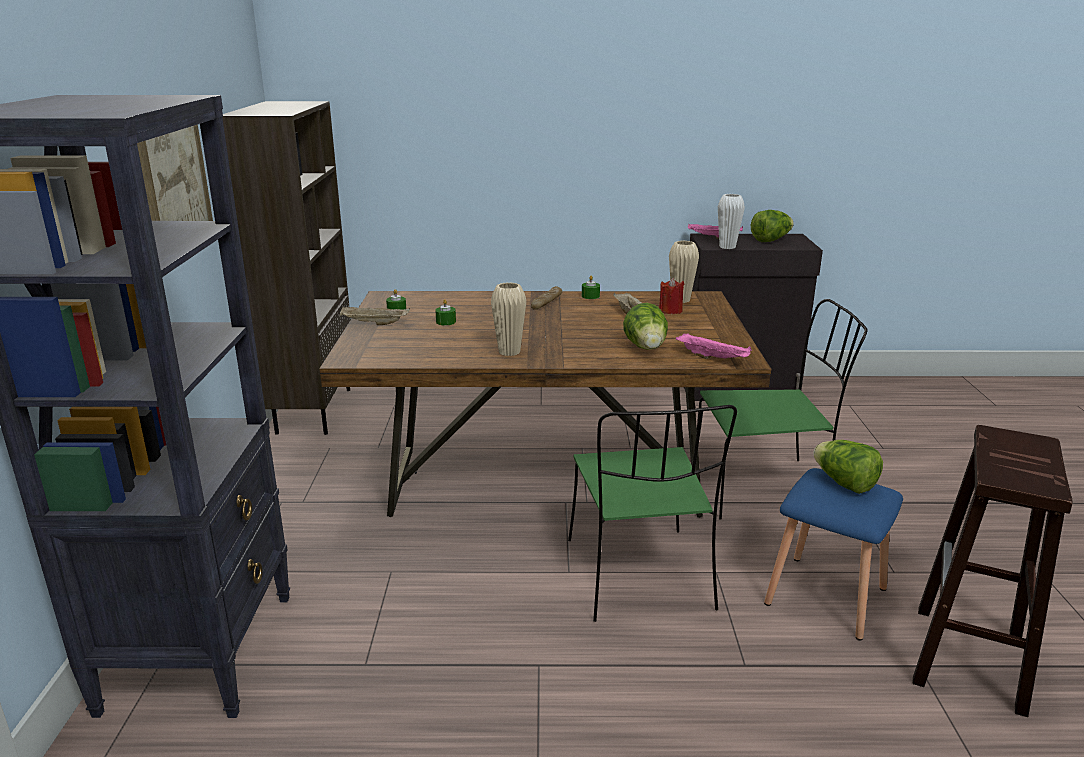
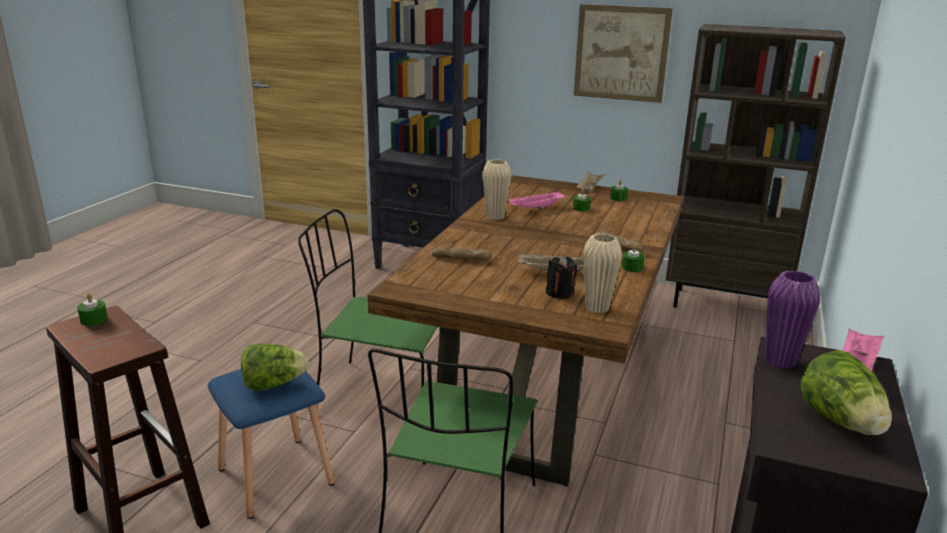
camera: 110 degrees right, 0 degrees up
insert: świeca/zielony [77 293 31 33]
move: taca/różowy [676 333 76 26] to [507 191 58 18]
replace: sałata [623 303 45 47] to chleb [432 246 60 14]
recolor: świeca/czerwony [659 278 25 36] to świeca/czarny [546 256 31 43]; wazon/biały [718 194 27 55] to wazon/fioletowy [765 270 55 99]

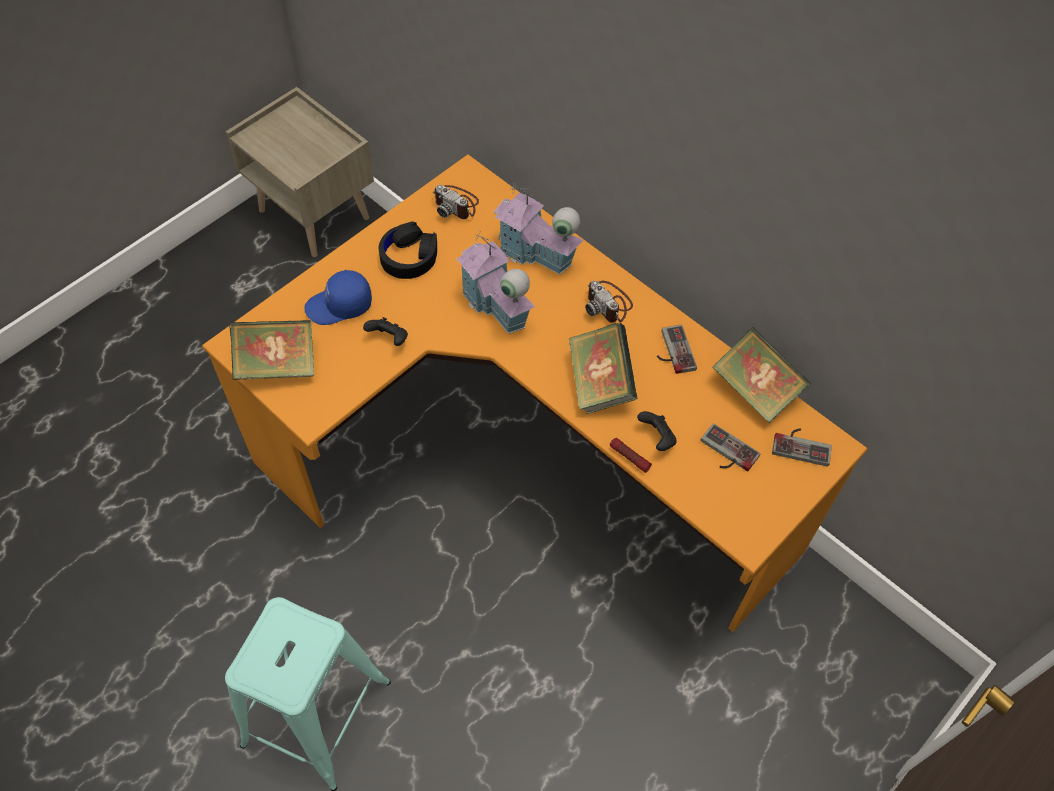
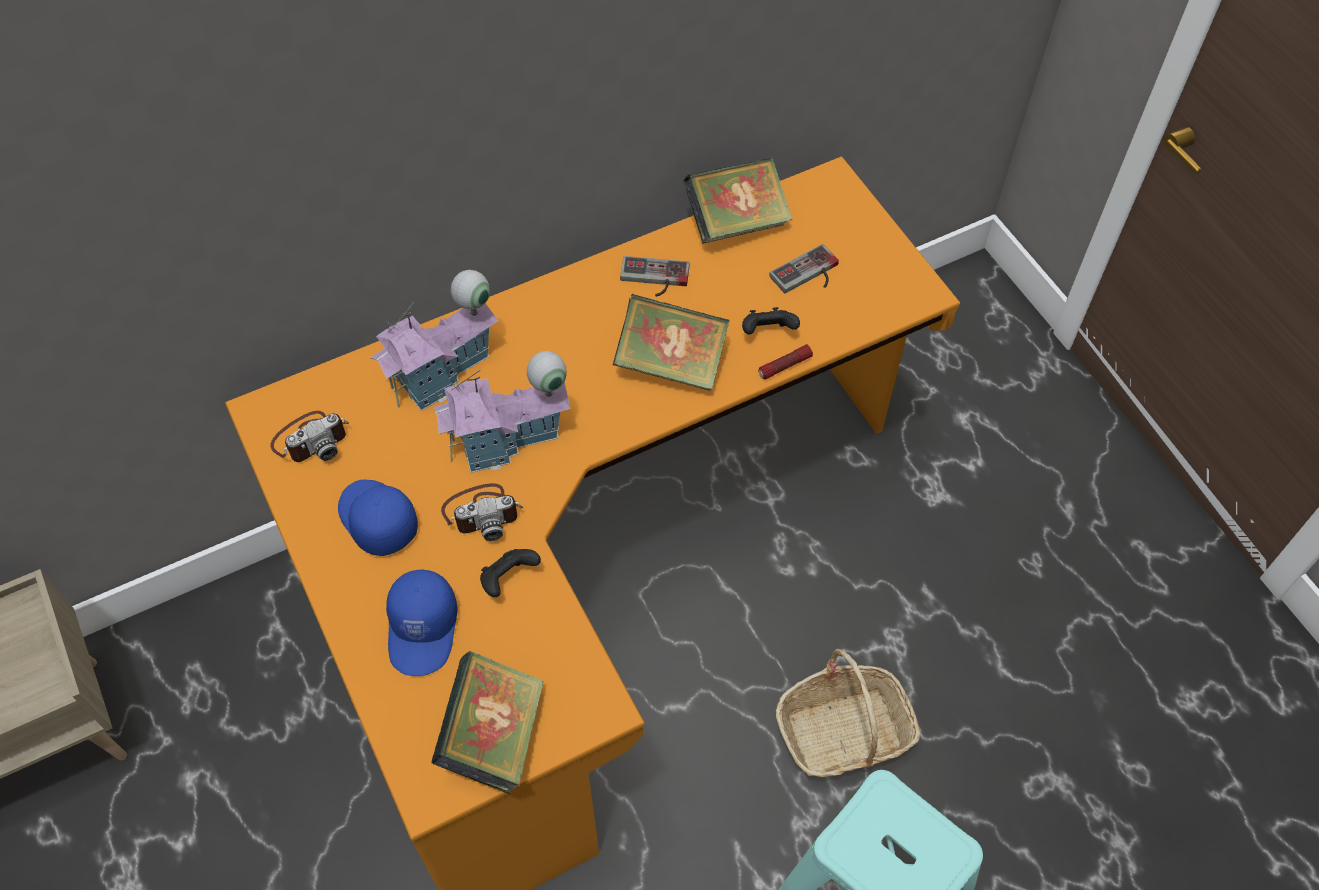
camera: 70 degrees left, 0 degrees up
delete: pad do gier [772 428 60 39]
insert: koszyk [776 649 145 128]
move: aparat fotograficzny [585 281 48 42] to [441 483 82 58]
replace: słuchawki/czarny [378 221 59 58] to czapka z daszkiem/niebieski [338 480 80 76]

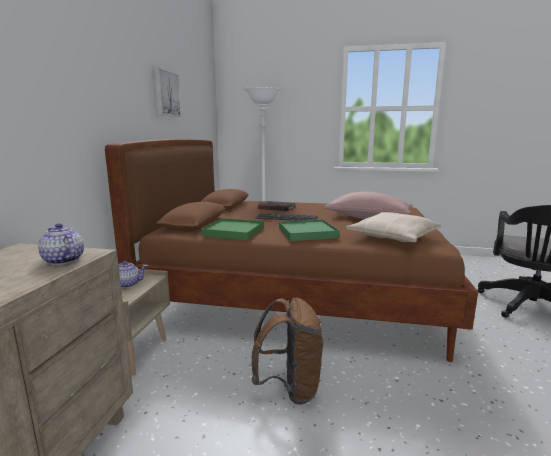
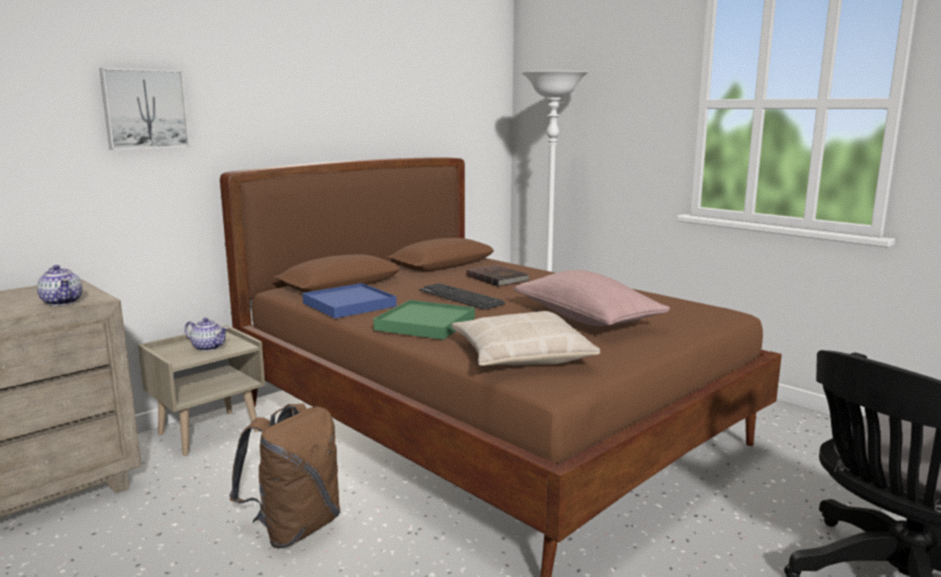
camera: 35 degrees right, 0 degrees up
move: obraz [154 68 28 49] to [99 68 91 82]
recolor: taca/zielony [201 218 63 22] to taca/niebieski [302 283 95 36]
rotate: imbryk [38 223 46 42] = [37 265 45 41] 150 degrees clockwise

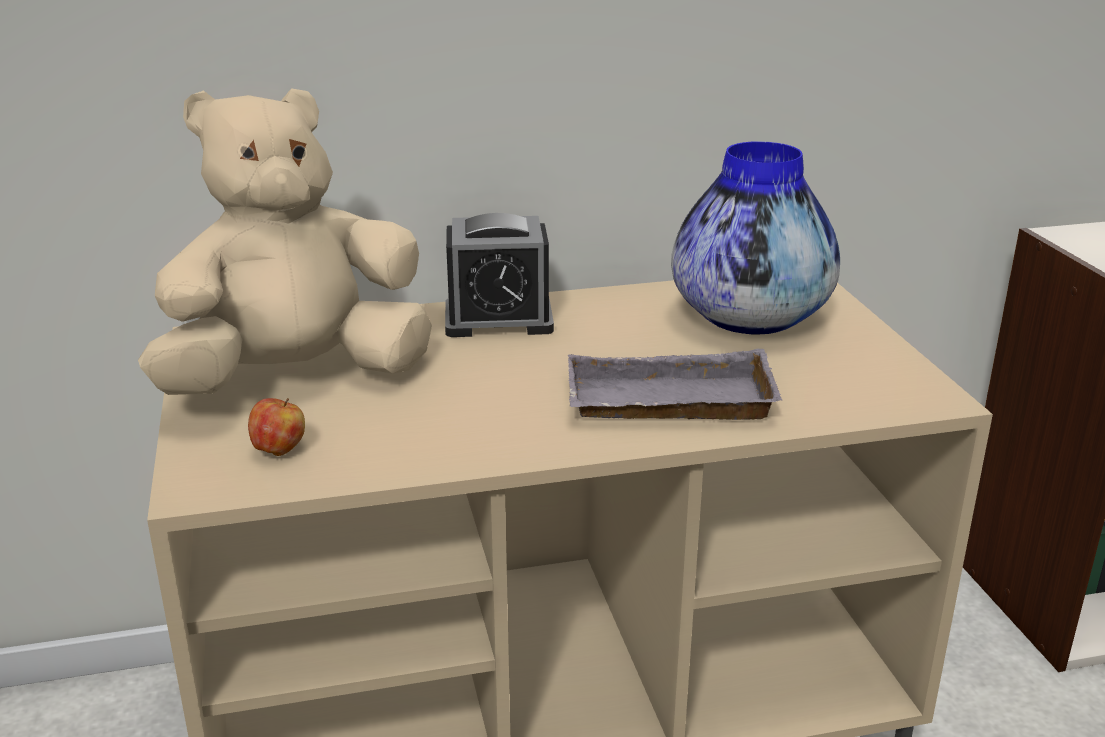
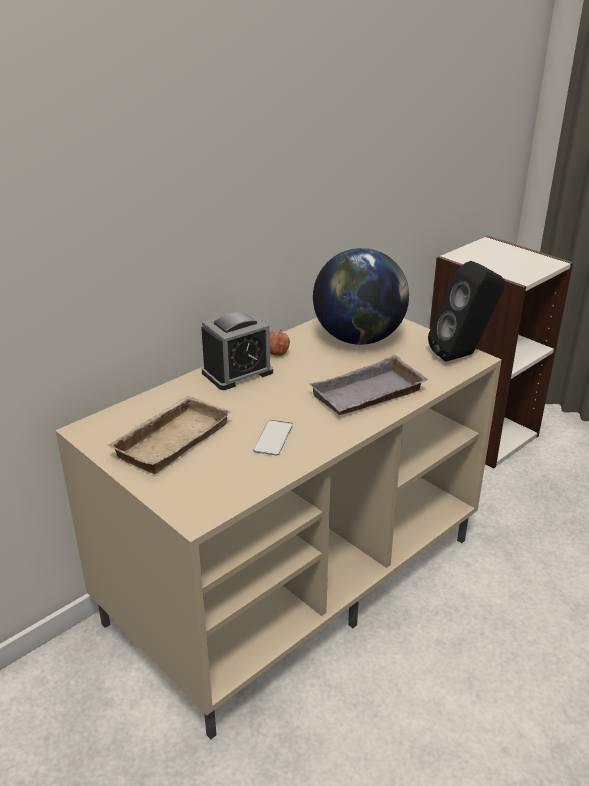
camera: 30 degrees left, 5 degrees up
insert: telefon [253 420 40 35]; głośnik/czarny [428 261 77 101]
move: jabłko [248 398 57 58] to [270 329 20 27]
replace: pluszak/beżowy [138 88 294 307] to taca/beżowy [107 395 124 79]; wazon [671 141 169 193] to globus [313 248 96 97]

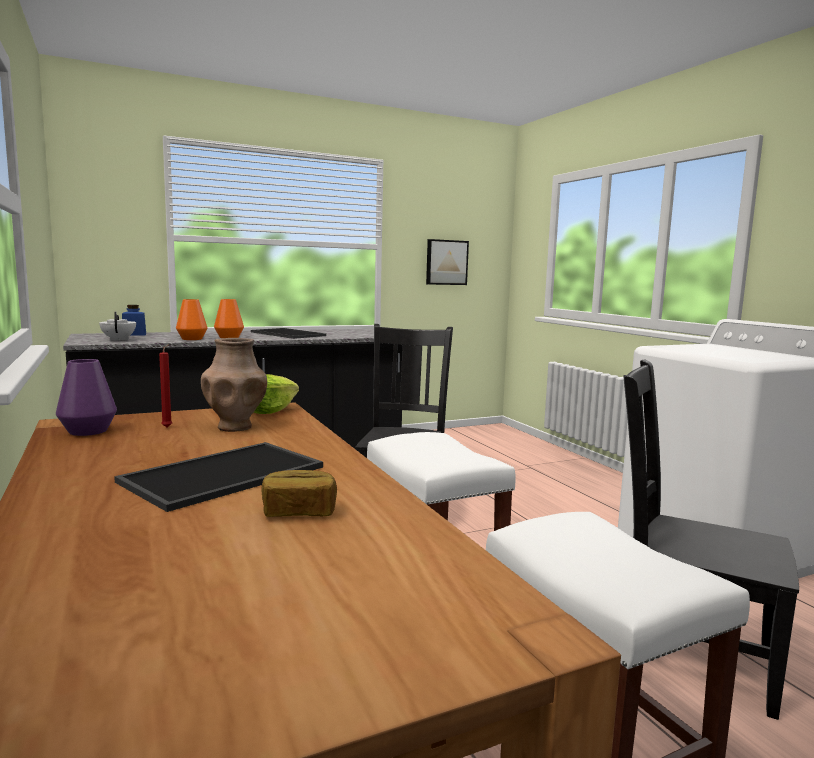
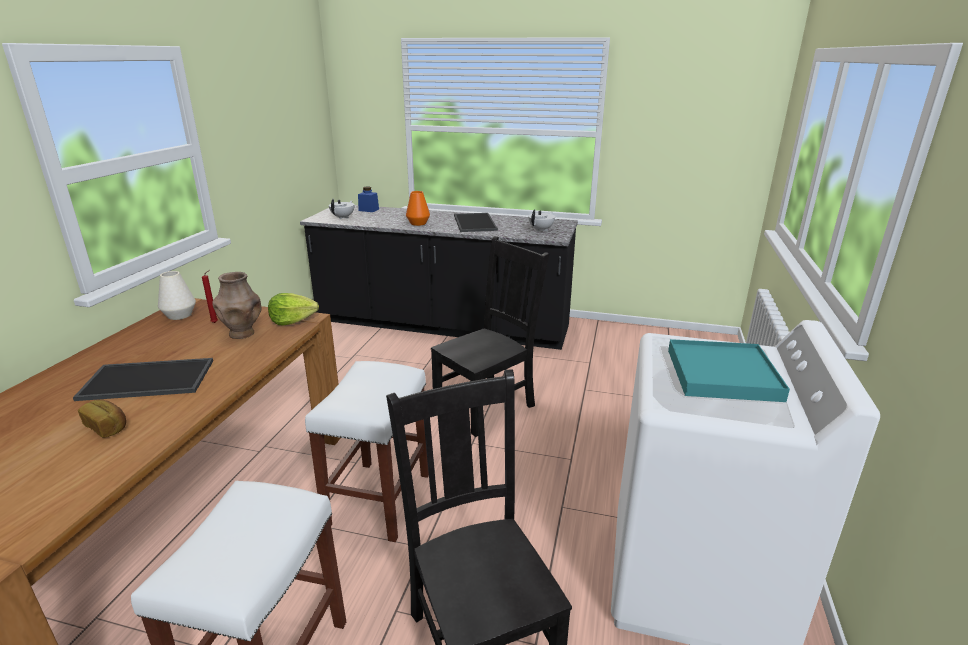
camera: 40 degrees right, 15 degrees up
delete: wazon/pomarańczowy [176 299 31 41]; obraz [426 239 43 46]
insert: imbryk/biały [528 209 27 22]; taca/turkusowy [668 339 122 63]
recolor: wazon/fioletowy [56 359 61 77] to wazon/biały [158 271 38 49]

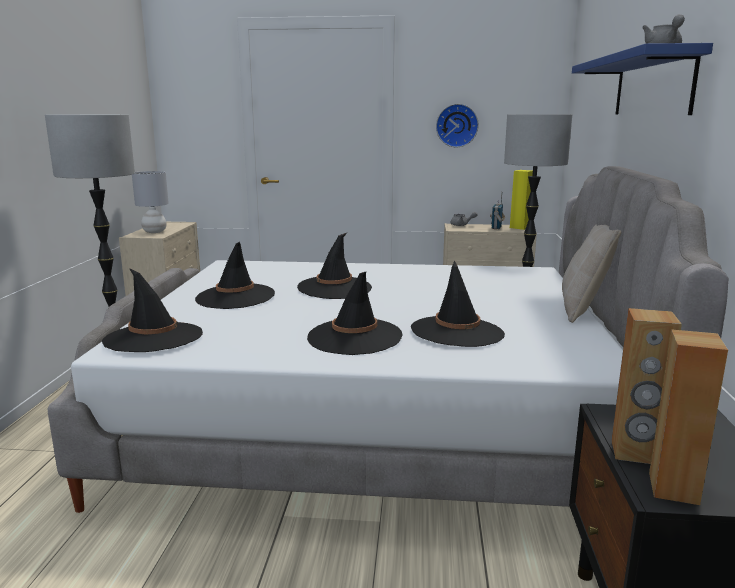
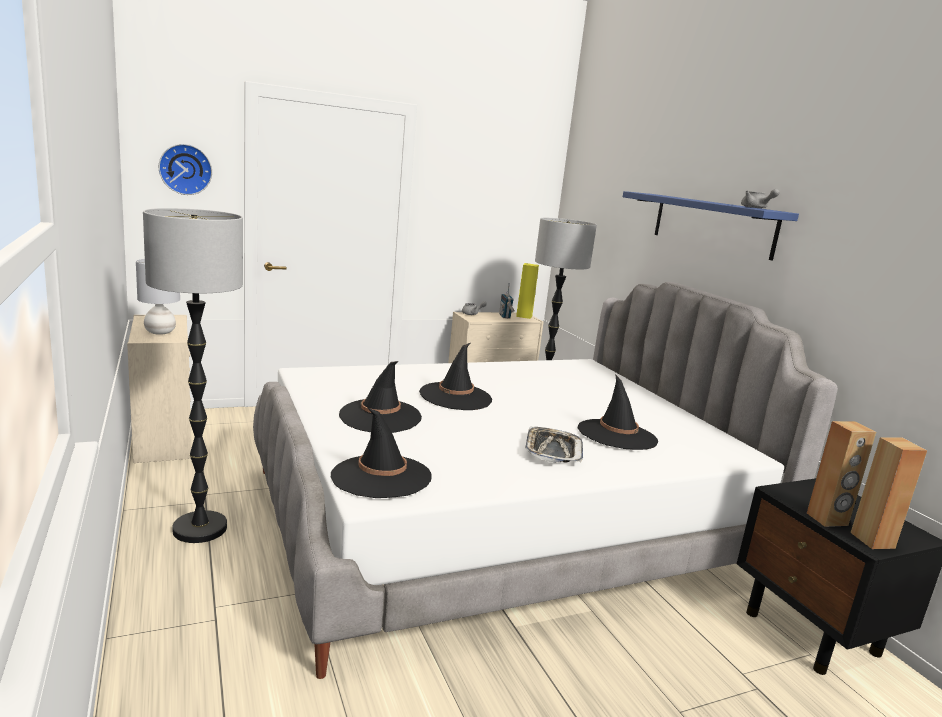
camera: 30 degrees left, 0 degrees up
delete: poduszka/beżowy [562 224 59 99]
move: zegar ścienny [436 104 43 43] to [159 144 53 51]
replace: kapelusz/czarny [307 272 96 83] to taca [525 427 58 36]

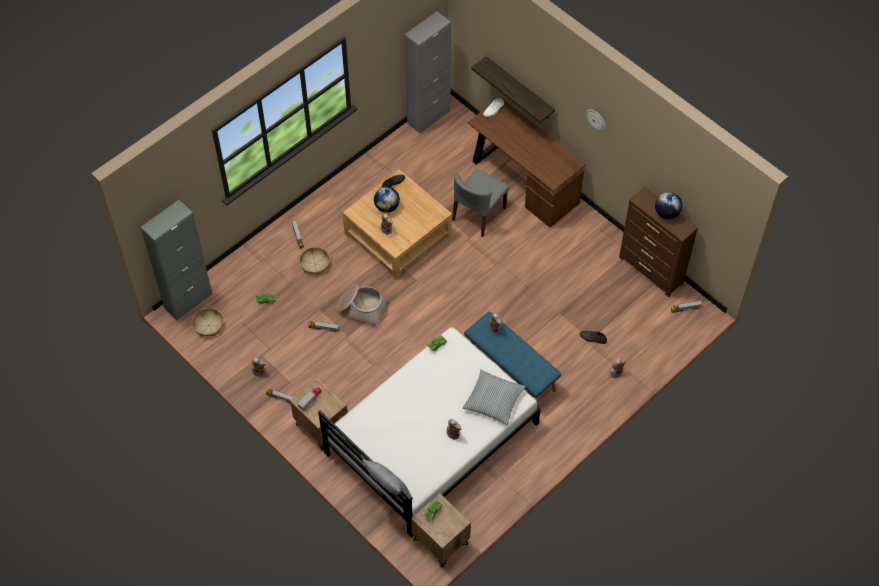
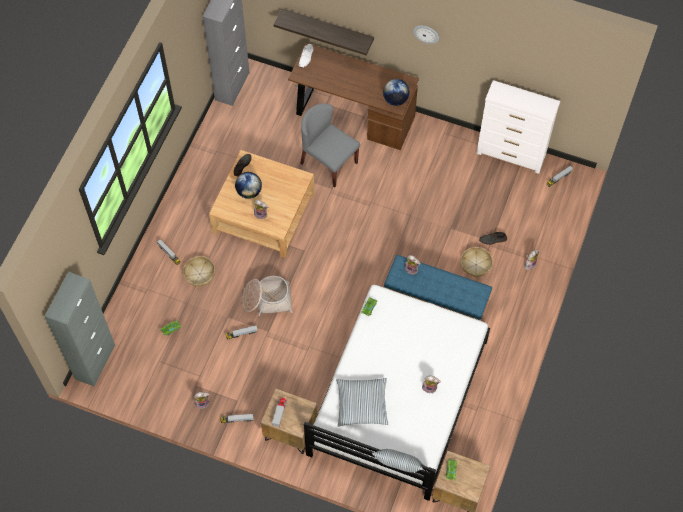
camera: 25 degrees left, 5 degrees up
move: koszyk [192 308 32 29] to [461 247 32 31]; poduszka [462 369 64 56] to [336 378 52 49]; globus [655 192 27 27] to [383 79 26 27]
recolor: komoda/brązowy [619 187 79 110] to komoda/biały [476 80 84 94]
rotate: krzesło/szary [452 168 57 69] = [300 103 60 84] 120 degrees clockwise

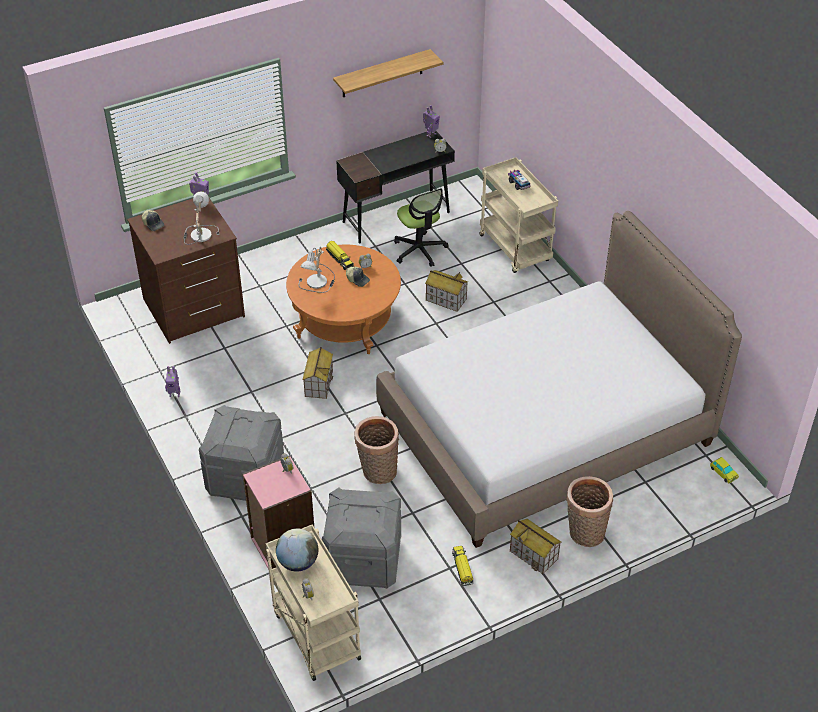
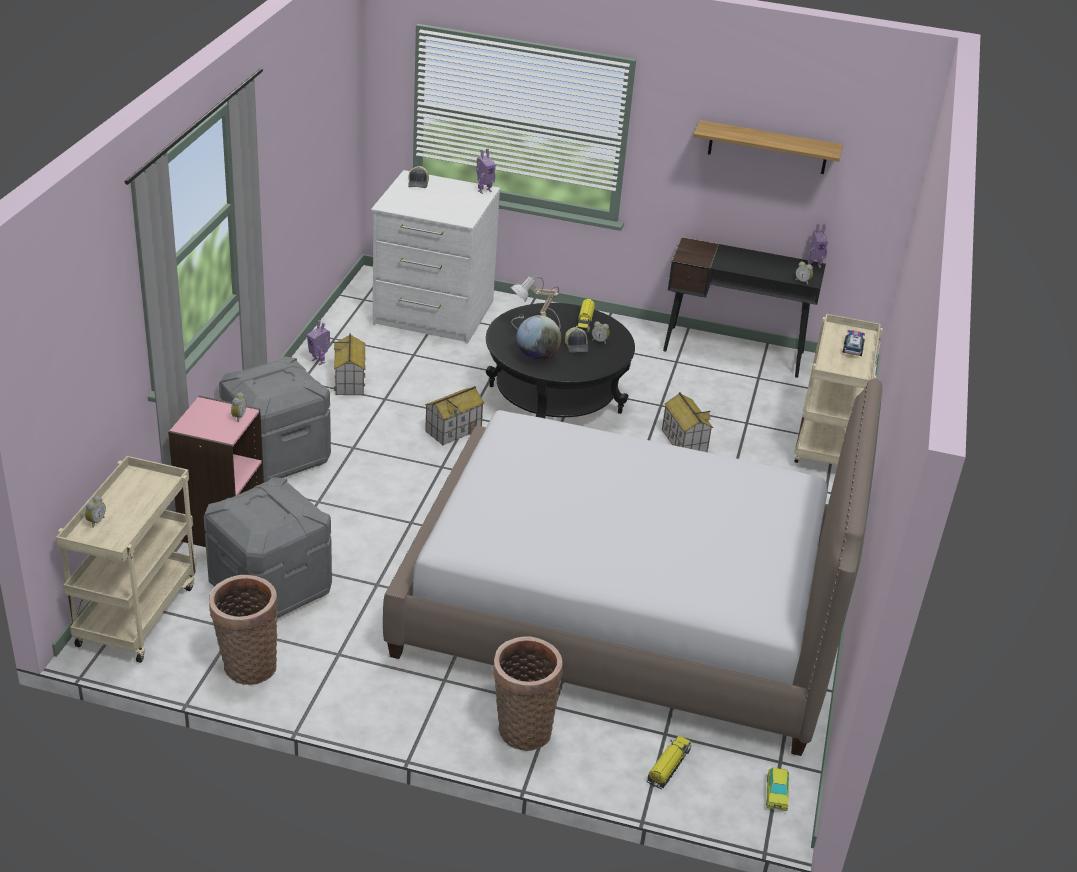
camera: 40 degrees right, 10 degrees down
delete: lampa stołowa [183 191 37 54]; krzesło biurowe [394 188 54 79]
move: globus [276 528 42 44] to [516 315 45 46]; koszyk [355 416 44 68] to [209 575 69 110]; ciężarówka zabawkowa [452 546 21 40] to [646 735 46 55]; domek [510 519 51 55] to [333 333 32 62]
recolor: komoda/brązowy [127 198 118 146] to komoda/biały [371 170 129 174]; ława/pomarańczowy [286 245 115 109] to ława/czarny [486 303 149 115]

